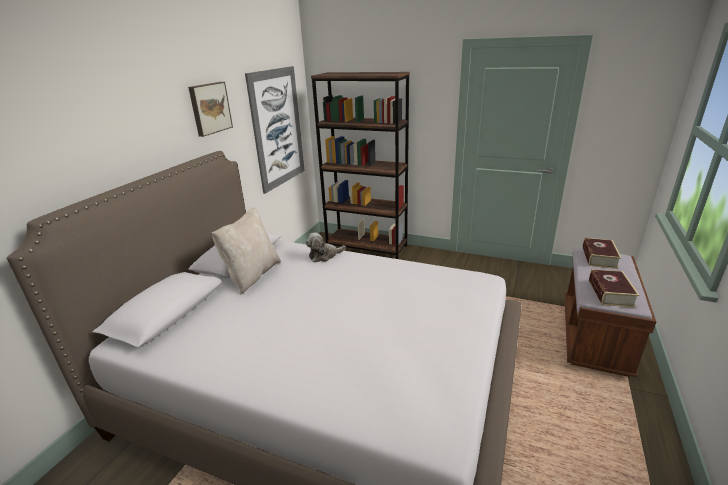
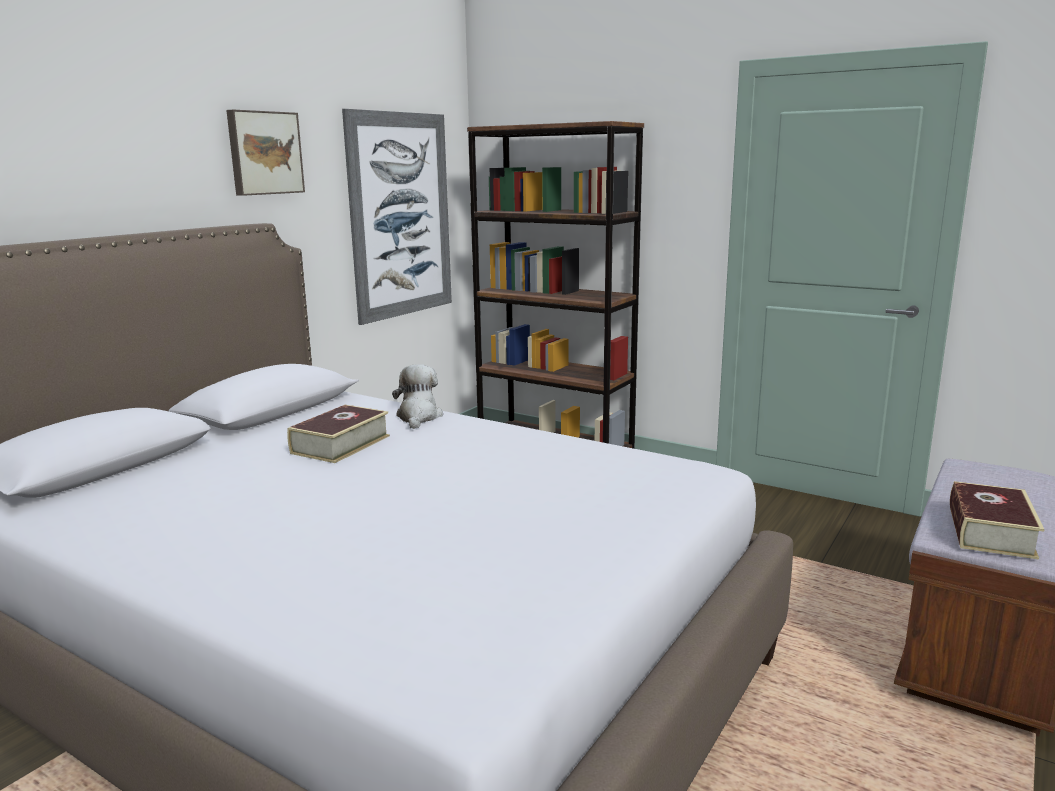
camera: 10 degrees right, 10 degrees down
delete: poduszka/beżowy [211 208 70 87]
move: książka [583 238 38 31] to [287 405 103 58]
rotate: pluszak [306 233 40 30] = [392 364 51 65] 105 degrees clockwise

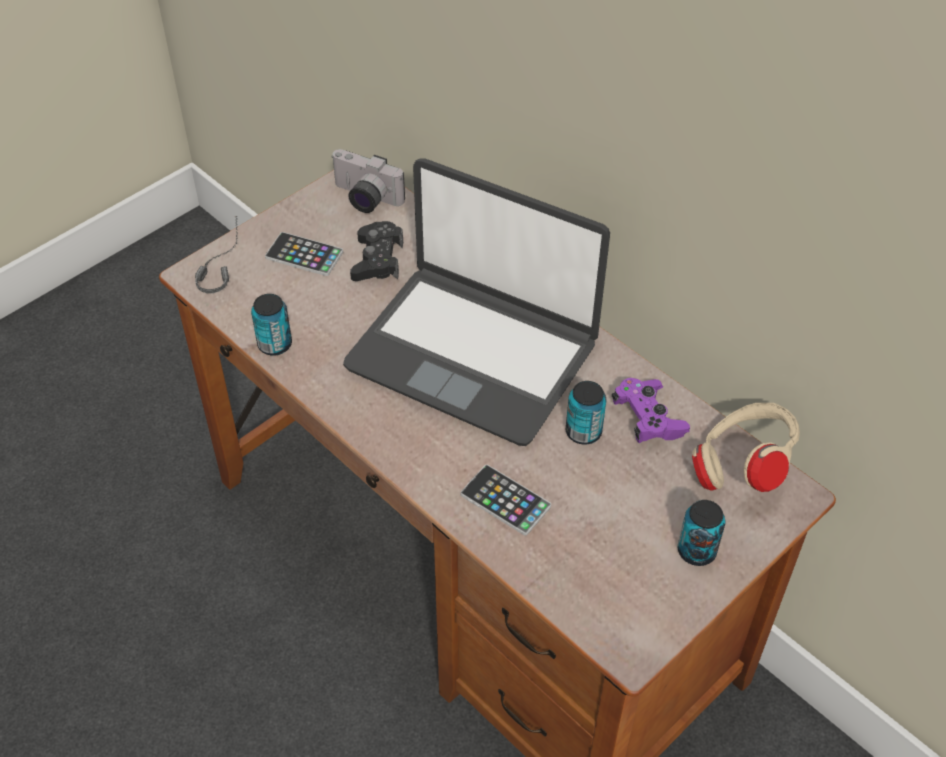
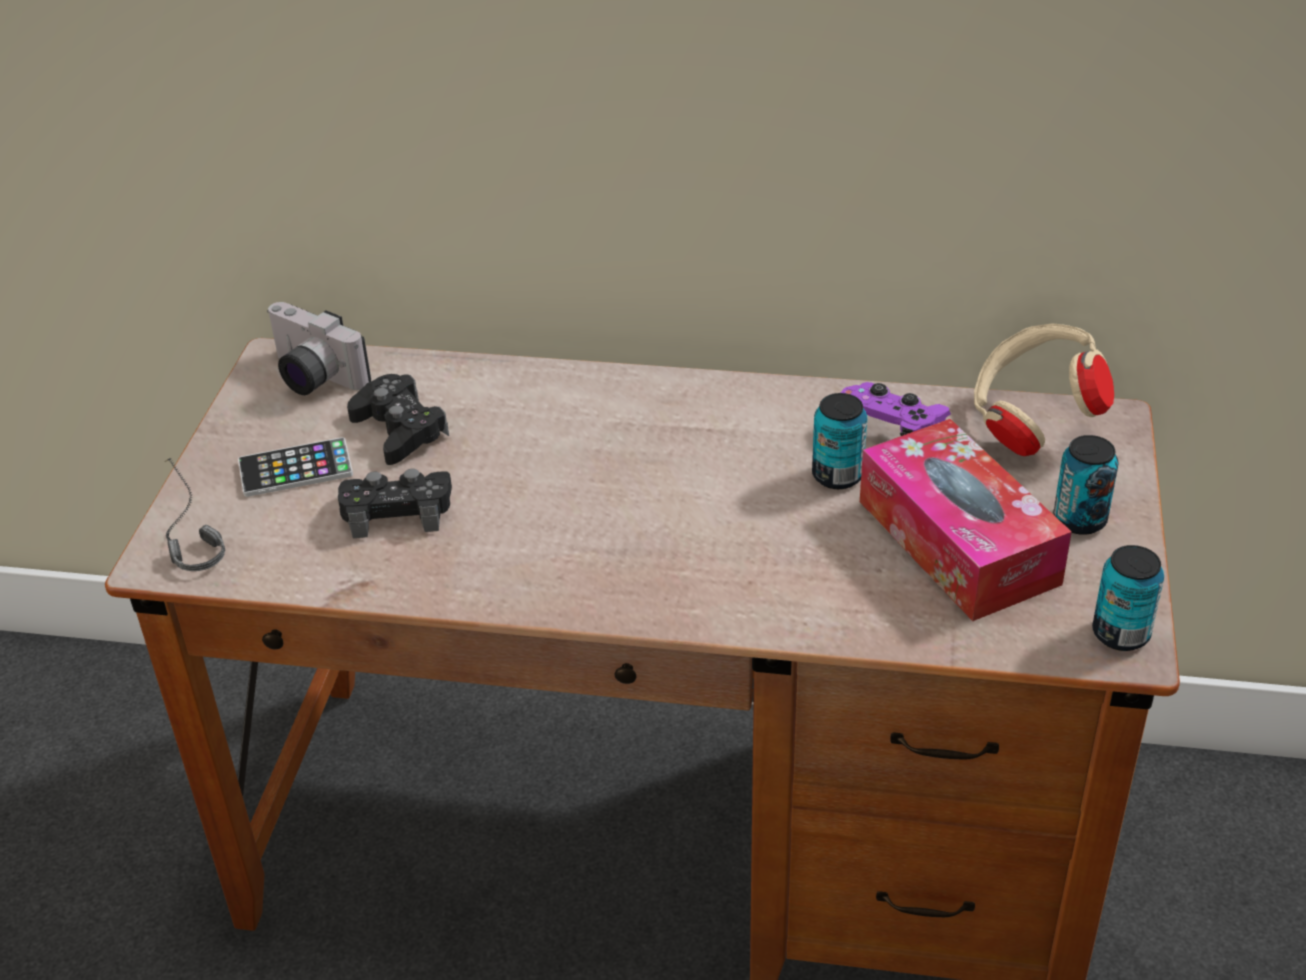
camera: 35 degrees left, 10 degrees down
delete: laptop [343 159 267 287]; telefon [461 465 90 71]
insert: pad do gier/czarny [338 469 114 69]; pudełko chusteczek [860 419 212 202]
move: puszka [251 294 41 62] to [1092 545 72 106]
rotate: aparat fotograficzny [332 149 73 64] = [267 302 104 93] 45 degrees clockwise

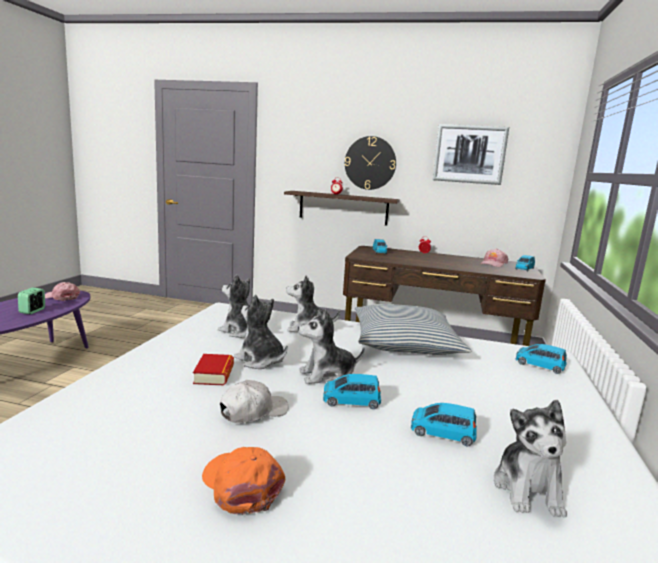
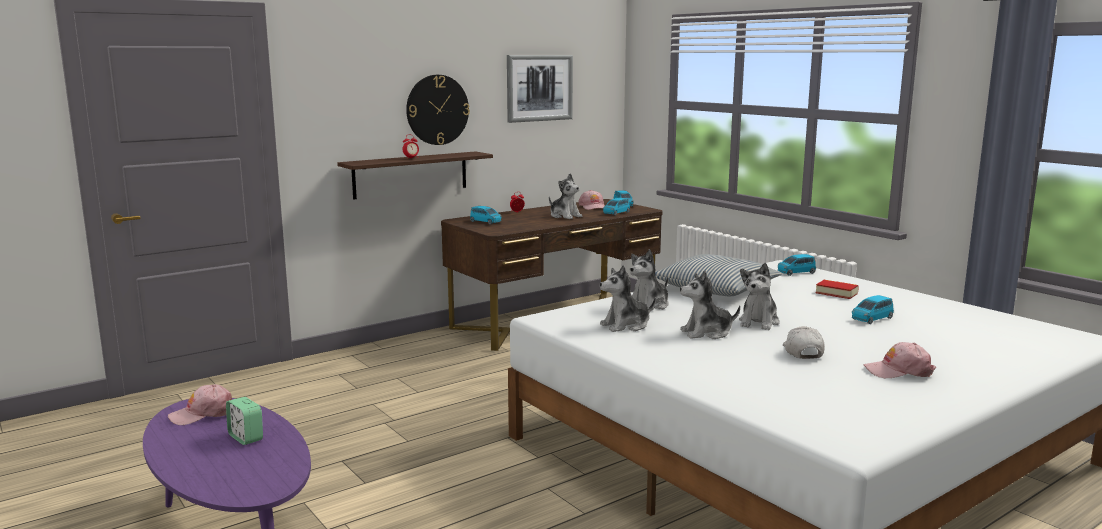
camera: 50 degrees left, 0 degrees up
move: książka [193 354 41 31] to [816 280 43 19]; samochodzik/niebieski [323 374 58 35] to [603 198 27 18]; pluszak [494 400 73 118] to [549 174 33 45]
recolor: czapka z daszkiem/pomarańczowy [202 447 83 67] to czapka z daszkiem/różowy [863 342 73 36]

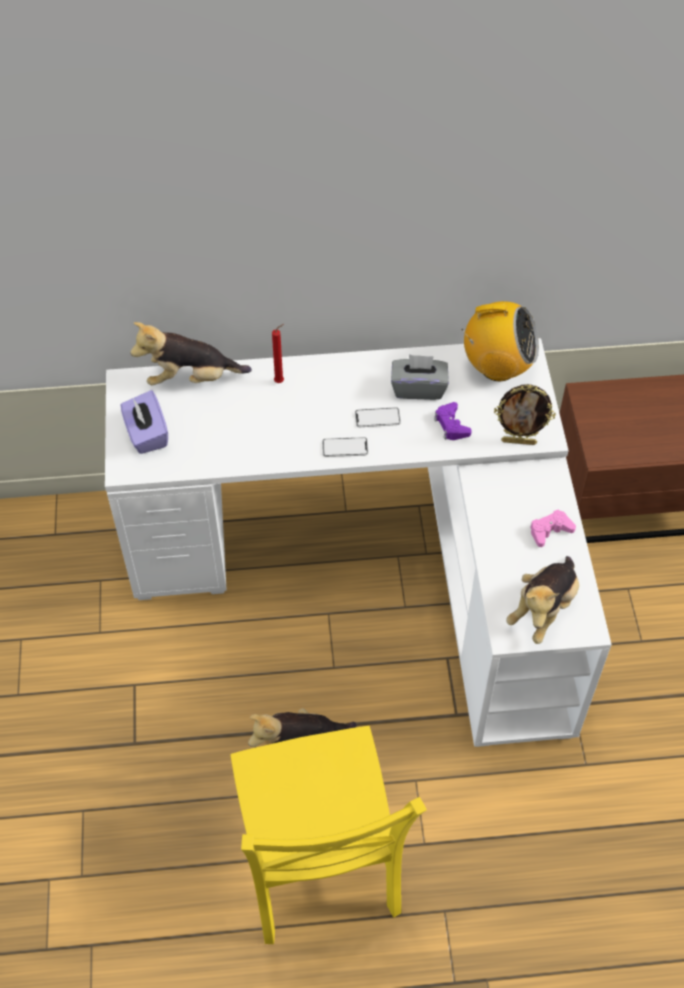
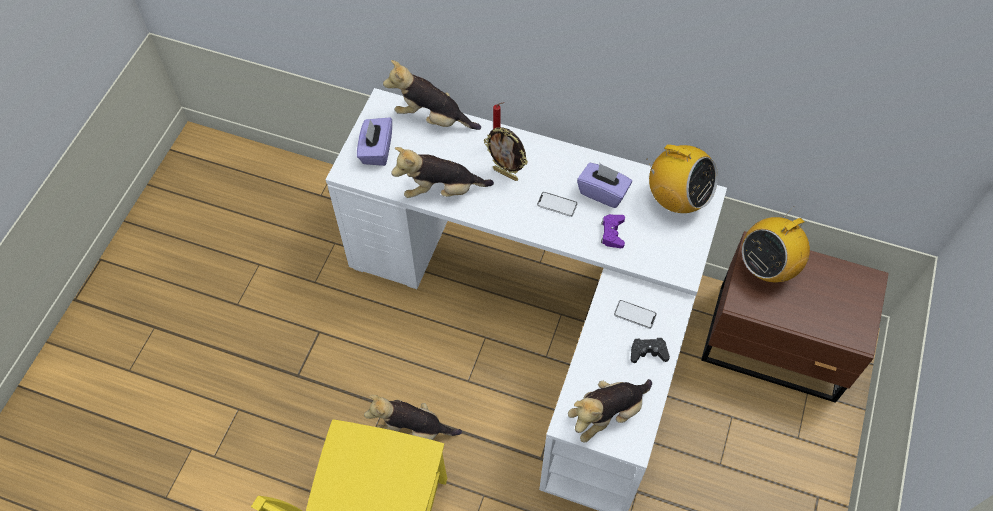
camera: 25 degrees right, 5 degrees up
insert: pluszak [391 147 103 51]; radio [742 206 68 76]
move: telefon [322 437 46 20] to [614 300 43 29]; ramka na zdjęcie [494 384 62 61] to [484 127 44 54]
recolor: pudełko chusteczek/szary [391 354 58 46] to pudełko chusteczek/fioletowy [577 163 55 45]; pad do gier/różowy [530 509 46 38] to pad do gier/czarny [631 338 39 25]

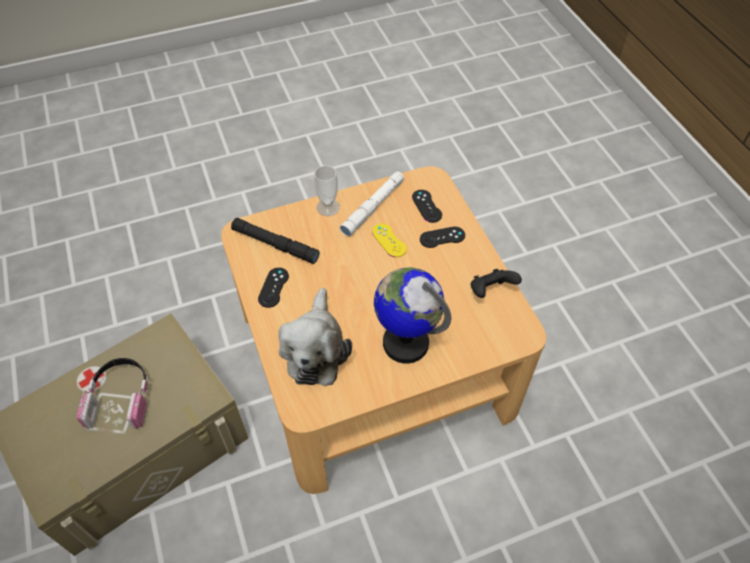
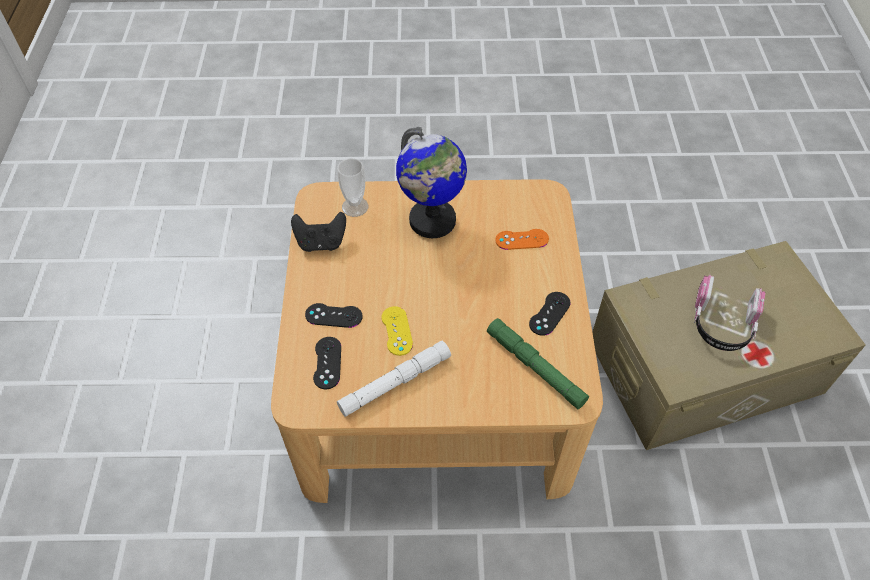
camera: 160 degrees left, 0 degrees up
move: filiżanka [314 165 26 51] to [337 158 31 59]
replace: pluszak [278 288 74 98] to pad do gier/pomarańczowy [495 229 54 21]
recolor: latarka/czarny [231 218 89 46] to latarka/zielony [487 318 102 91]

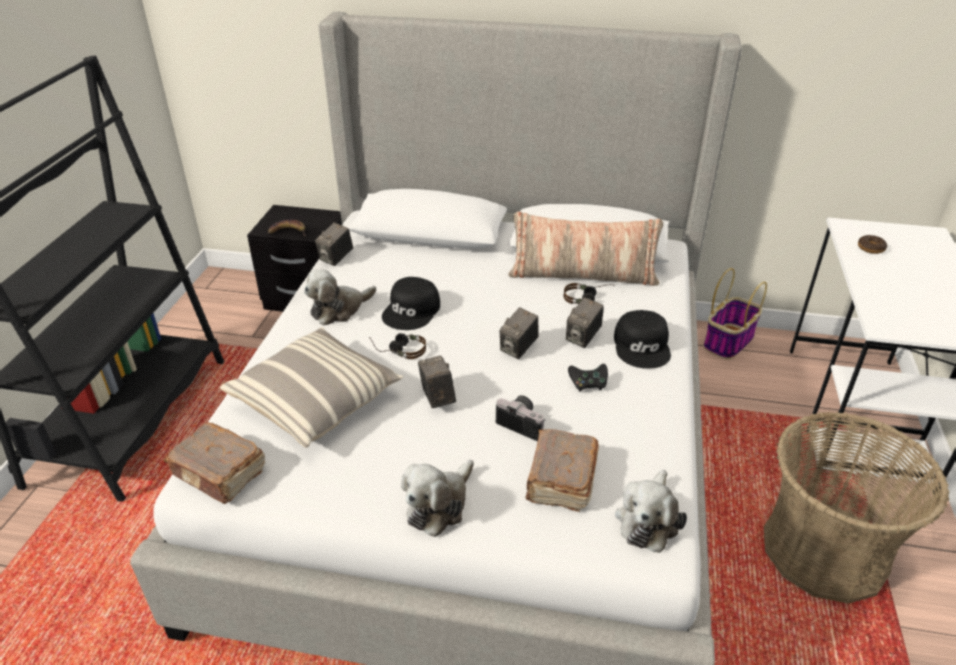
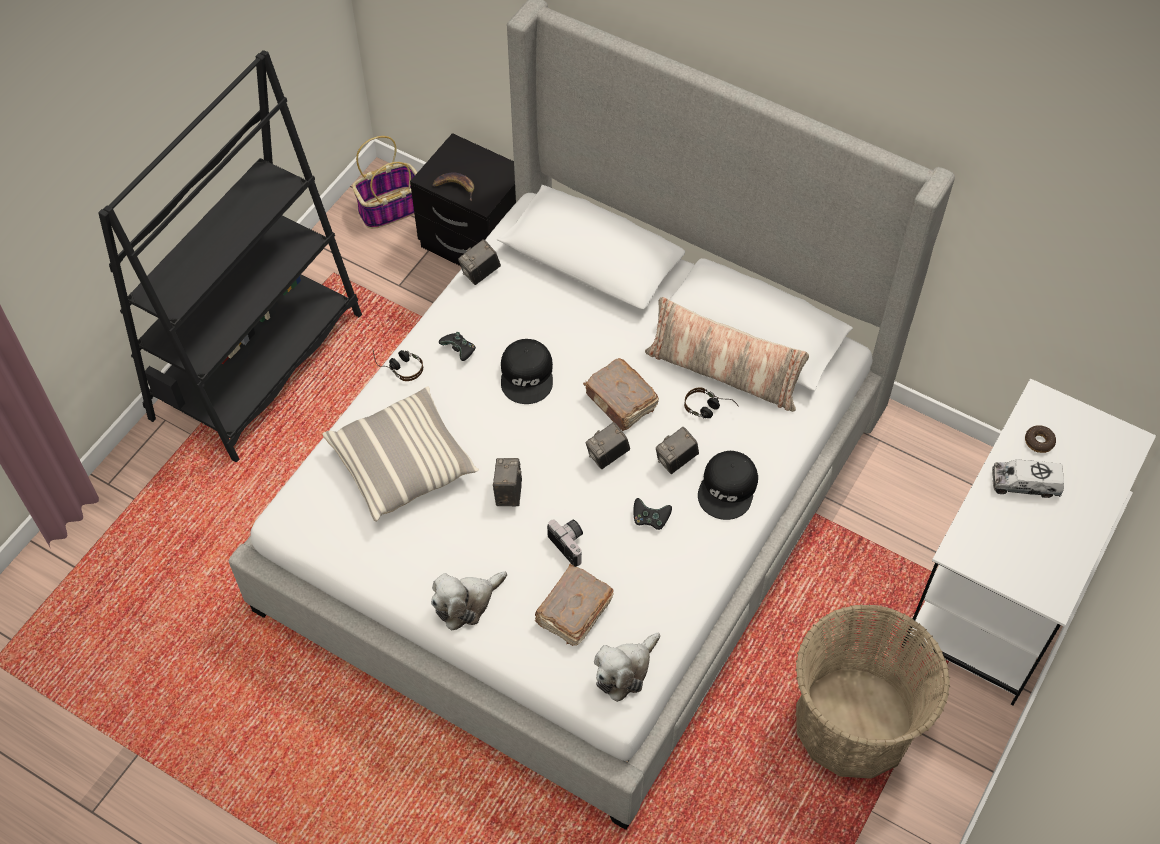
camera: 20 degrees right, 20 degrees up
insert: ciężarówka zabawkowa [992 460 72 38]
move: książka/brązowy [163 422 102 82] to [583 358 76 73]; słuchawki [369 333 57 26] to [373 350 50 31]; koszyk [704 268 63 91] to [353 136 65 93]
replace: pluszak [304 269 72 56] to pad do gier/czarny [439 332 37 29]
rotate: czapka z daszkiem/czarny [382 277 58 53] = [501 339 52 65] 45 degrees counterclockwise

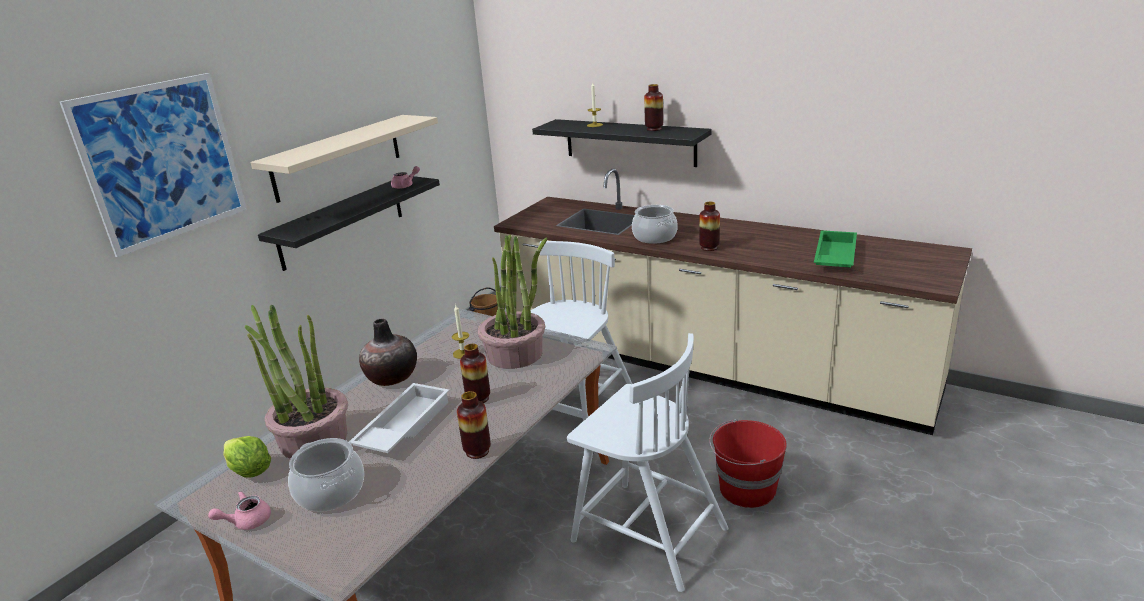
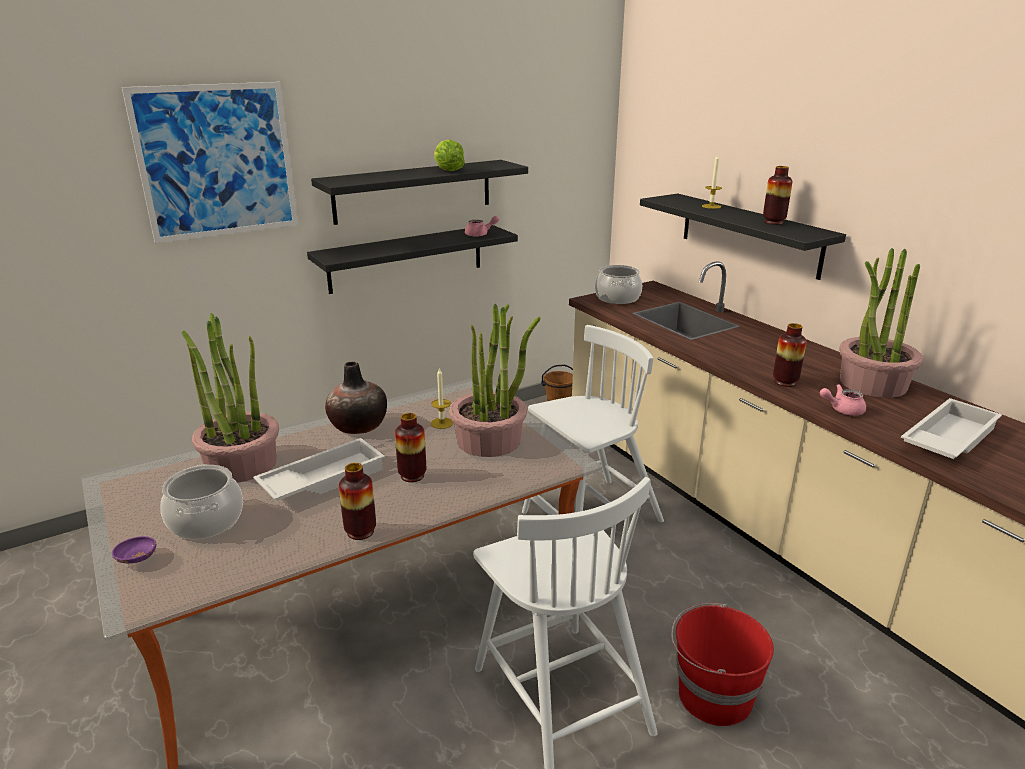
camera: 25 degrees right, 0 degrees up
insert: miska/fioletowy [112 536 44 27]; roślina doniczkowa [839 248 84 150]
move: imbryk/różowy [208 491 63 39] to [820 384 46 32]; sałata [223 436 48 42] to [434 140 31 31]; garnek [632 205 46 39] to [595 265 47 39]
recolor: półka/beżowy [250 115 188 88] to półka/czarny [311 160 217 65]; taca/zielony [814 230 43 38] to taca/biały [901 398 101 61]

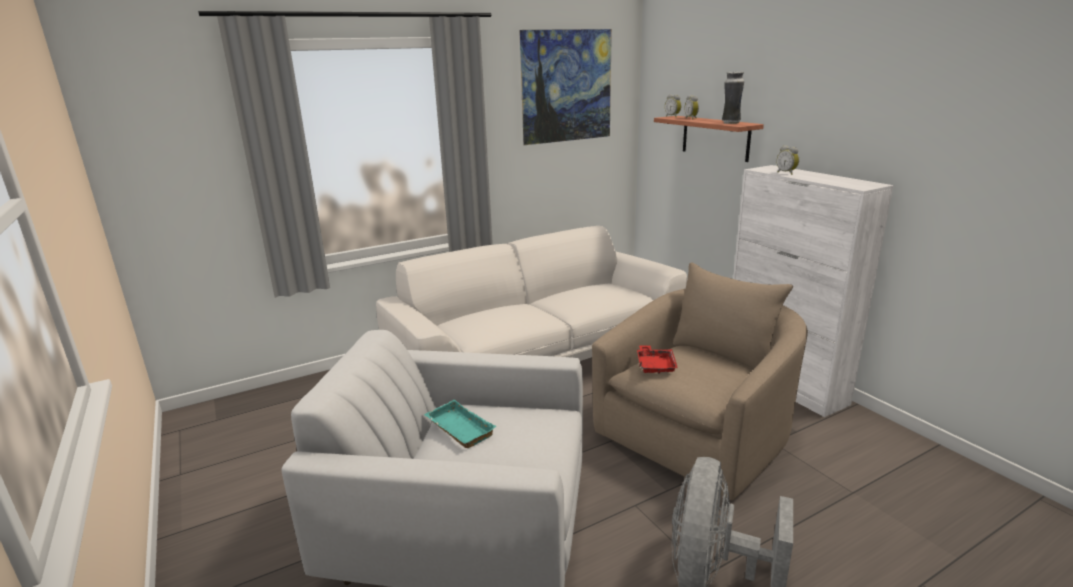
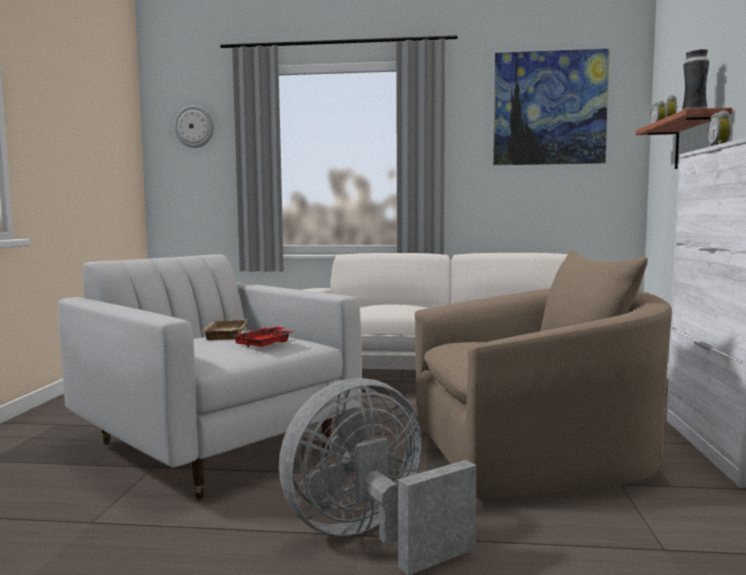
camera: 35 degrees right, 15 degrees down
insert: zegar ścienny [174 105 40 43]
move: taca/czerwony [637 345 41 29] to [230 326 64 21]
recolor: taca/turkusowy [424 400 73 48] to taca/beżowy [203 319 44 21]

